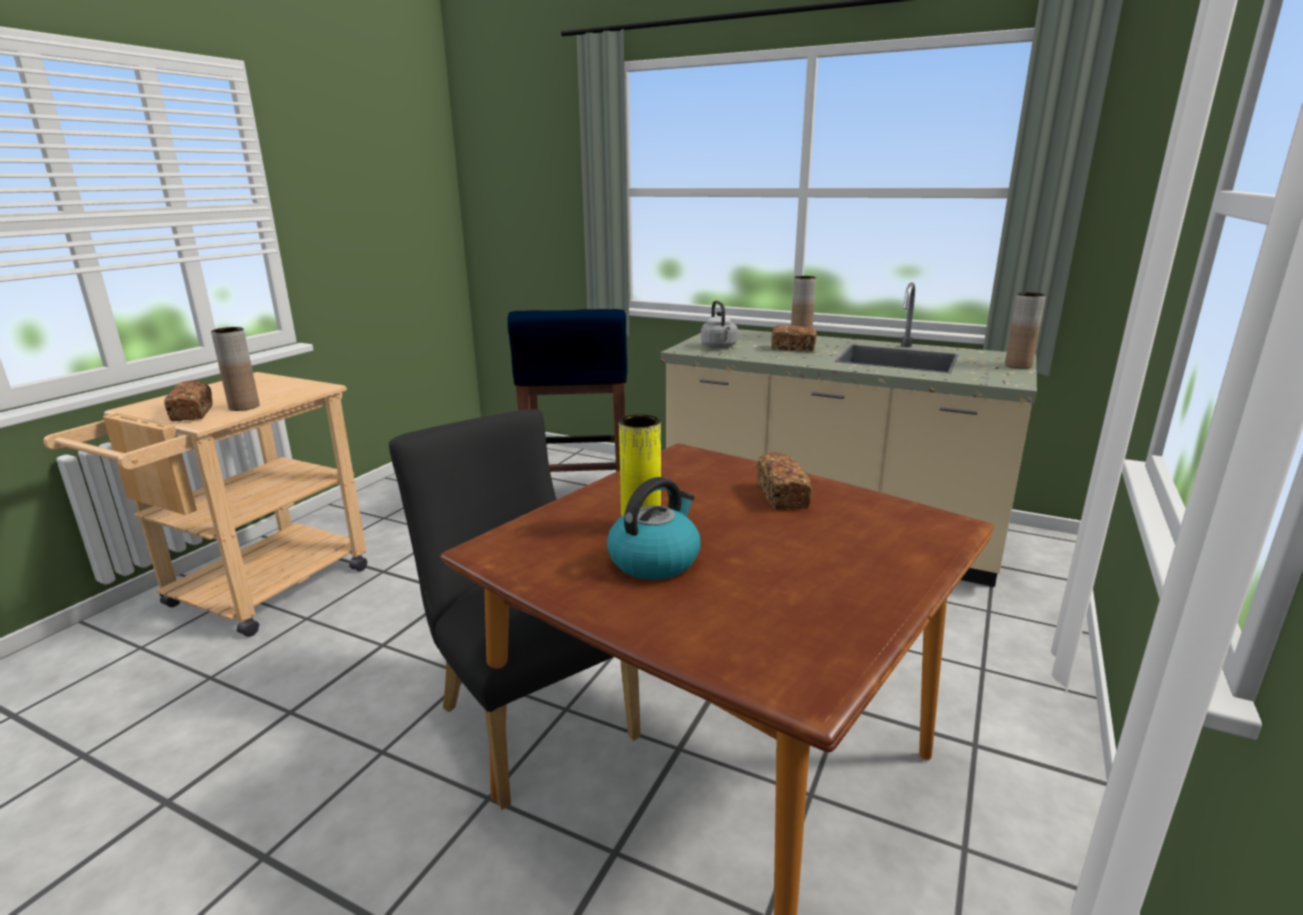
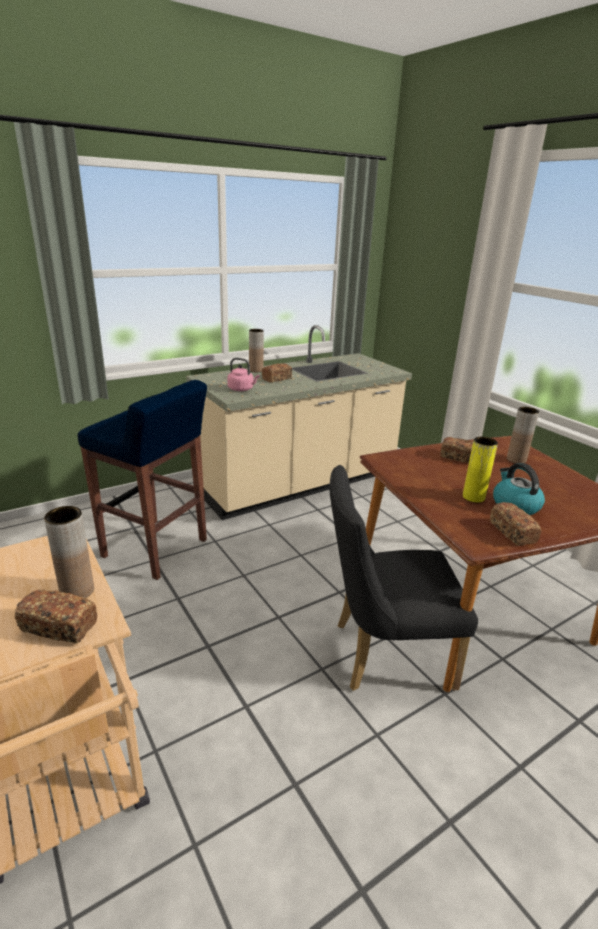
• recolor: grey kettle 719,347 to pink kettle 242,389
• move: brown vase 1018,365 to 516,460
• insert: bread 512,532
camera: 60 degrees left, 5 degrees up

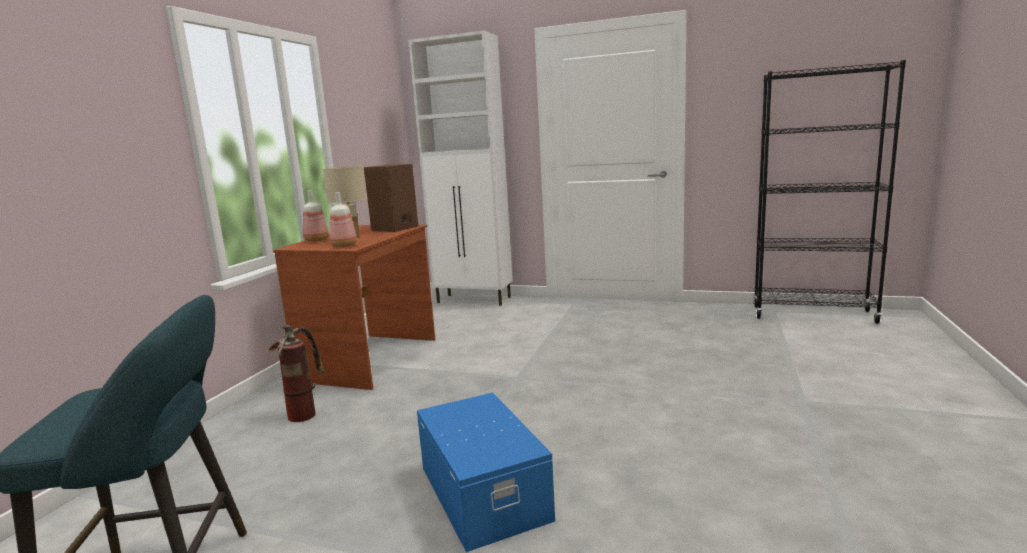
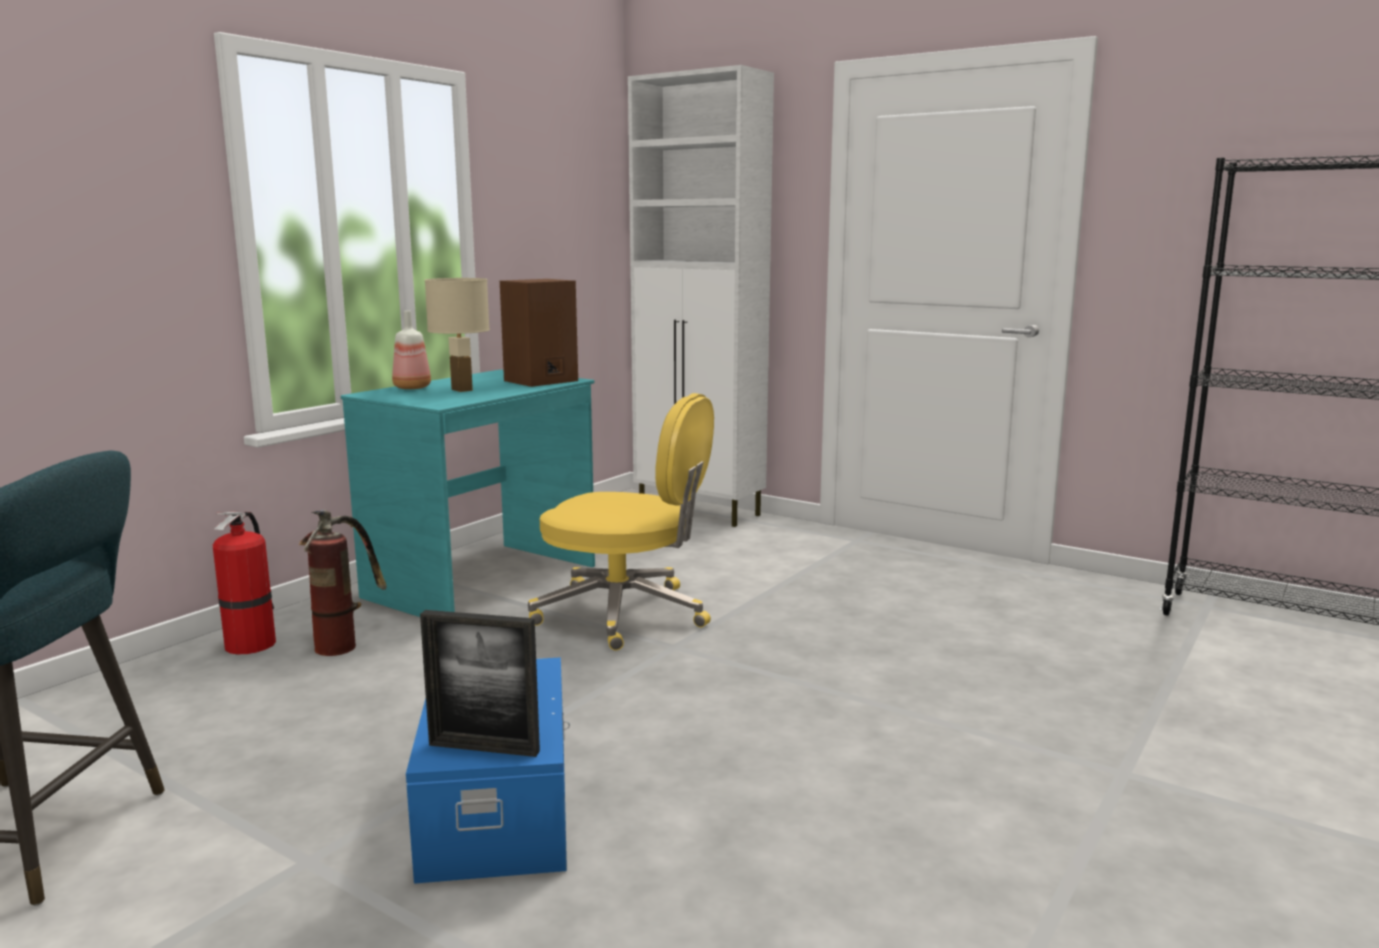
• recolor: brown desk 372,359 to turquoise desk 483,582
• delete: bottle 344,246
• insert: fire extinguisher 252,643
• insert: picture frame 484,748
• insert: yellow office chair 625,614
camera: 15 degrees right, 0 degrees up

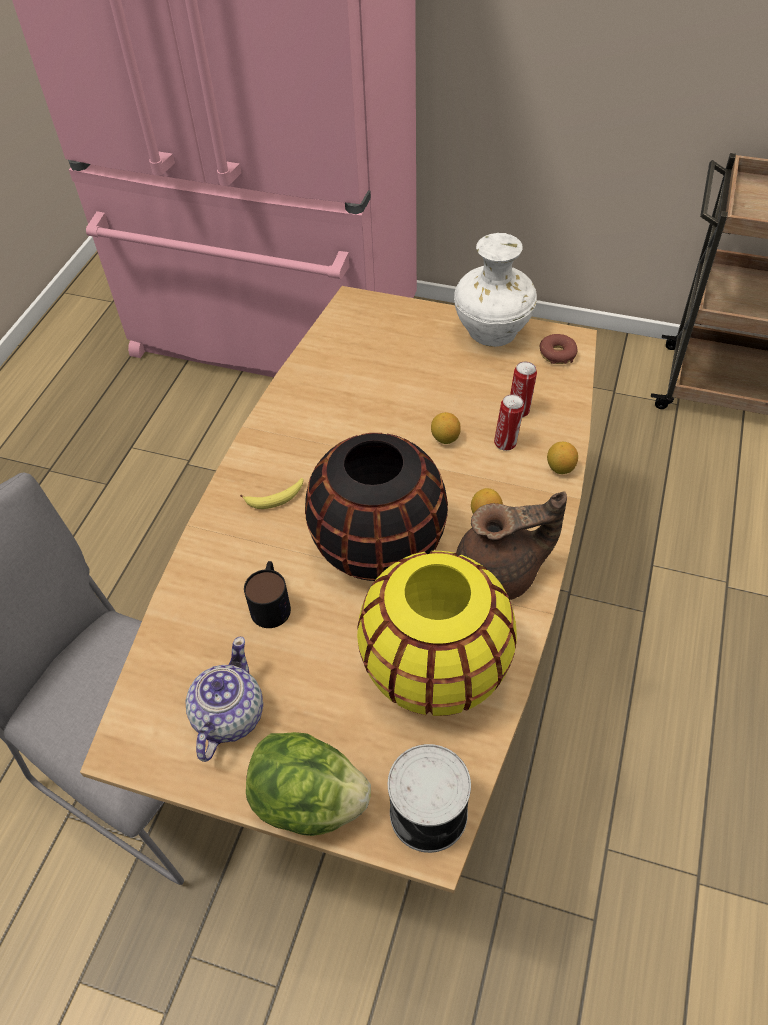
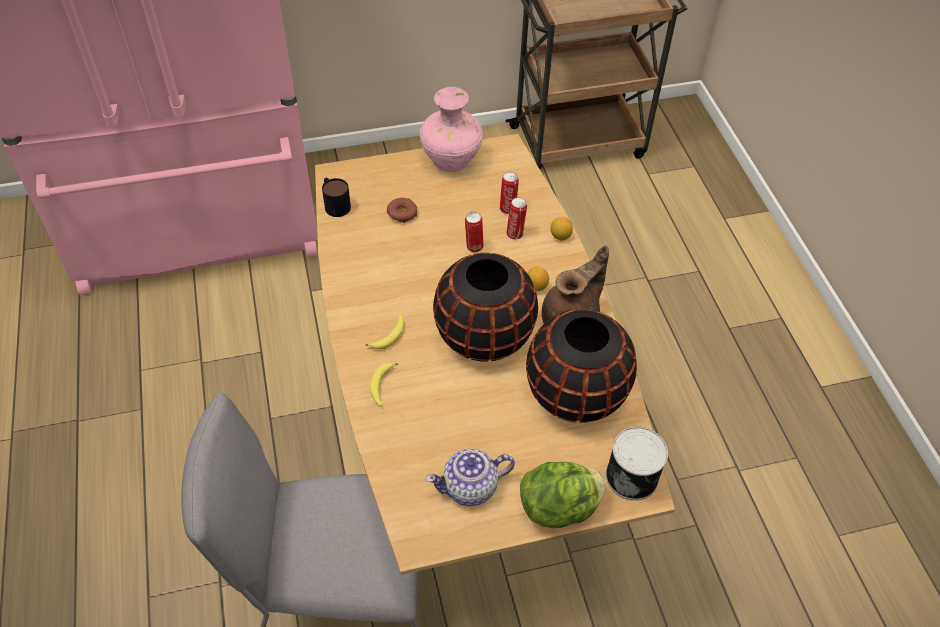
• rotate: teapot 228,716 = 471,487 90 degrees counterclockwise
• move: mug 271,602 to 335,203
• recolor: yellow vase 435,669 to black vase 575,394
• replace: lemon 445,438 to can 473,247
• recolor: white vase 492,334 to pink vase 451,162
• move: donut 557,354 to 402,214
• insert: banana 381,385
camera: 35 degrees left, 0 degrees up

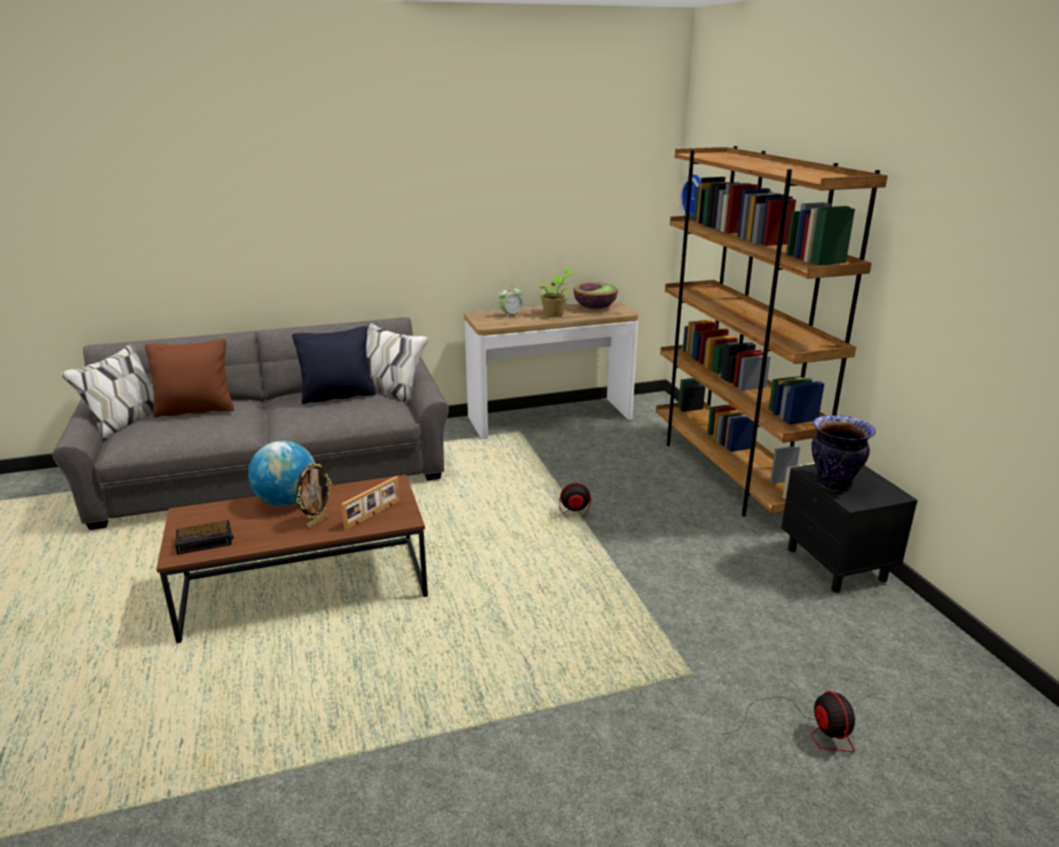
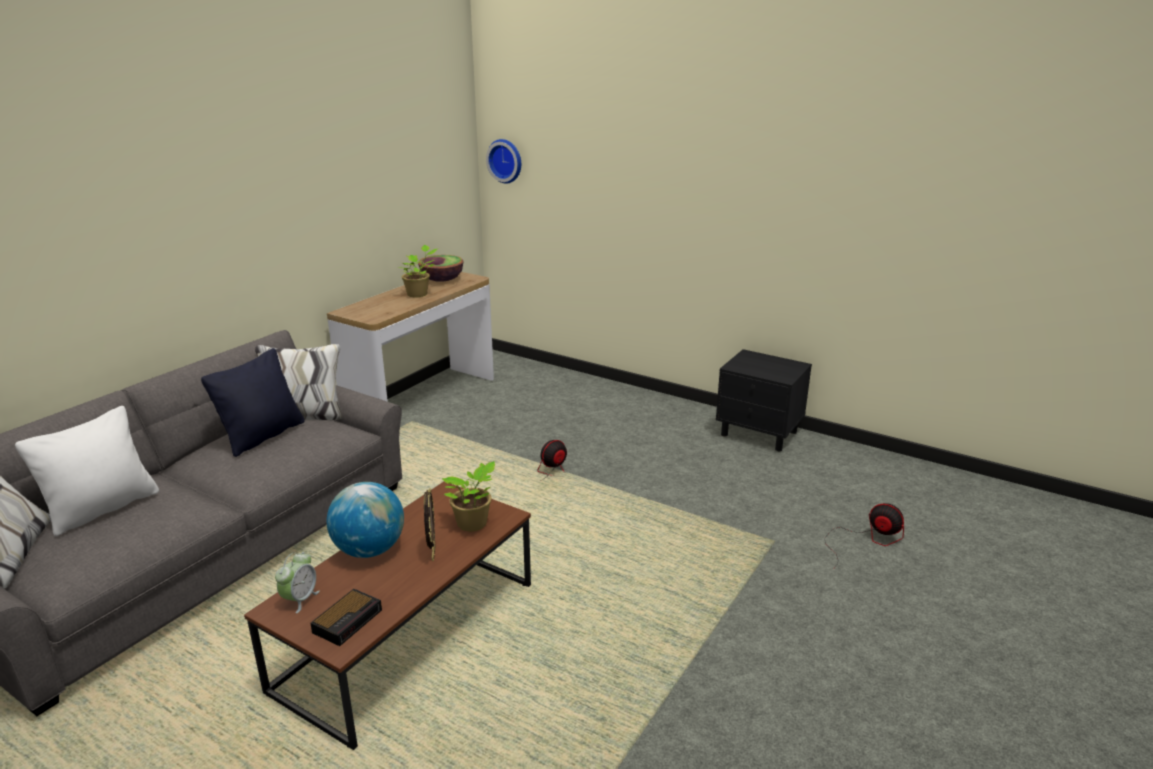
• recolor: brown pillow 195,410 to white pillow 103,509
• replace: picture frame 373,515 to potted plant 473,524
• move: alarm clock 510,315 to 300,599
• delete: brown bookcase 730,473
• delete: vase 834,484
camera: 40 degrees left, 0 degrees up

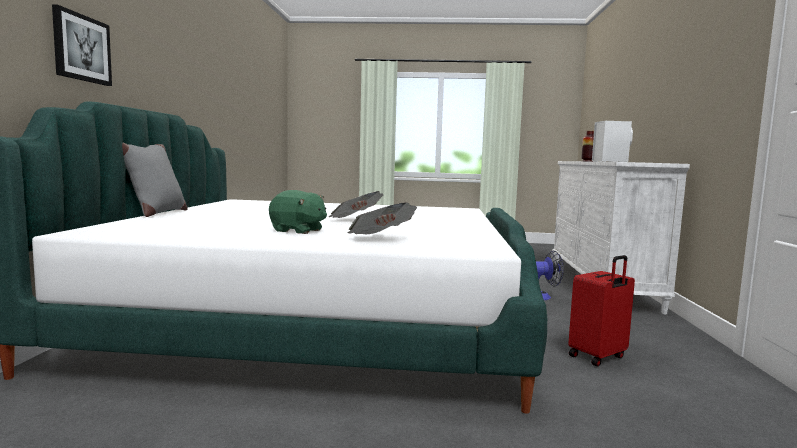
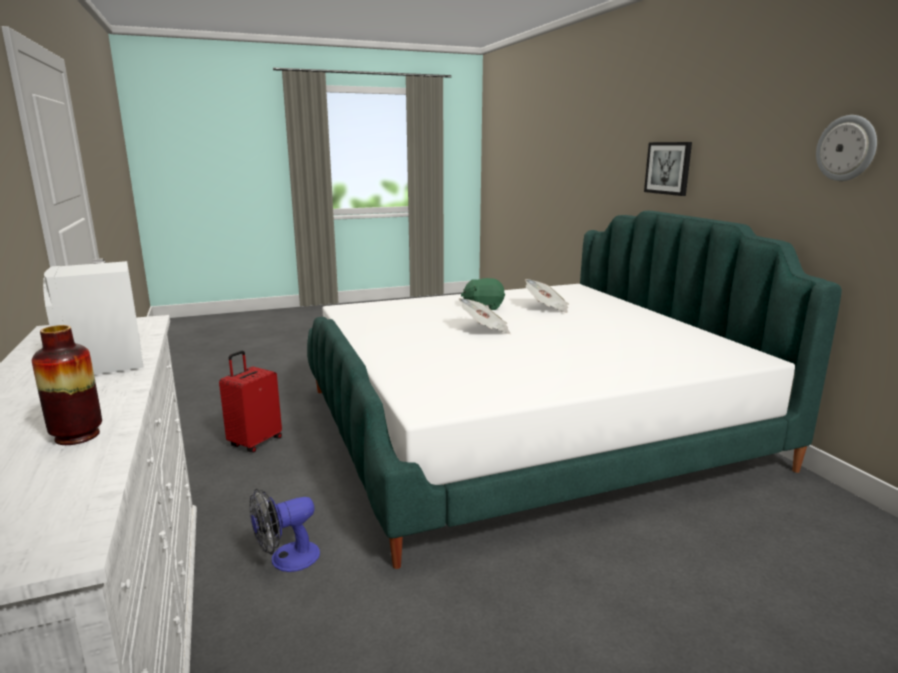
• delete: grey pillow 156,213
• move: newspaper 381,239 to 547,308
• insert: wall clock 846,148
camera: 155 degrees right, 10 degrees up

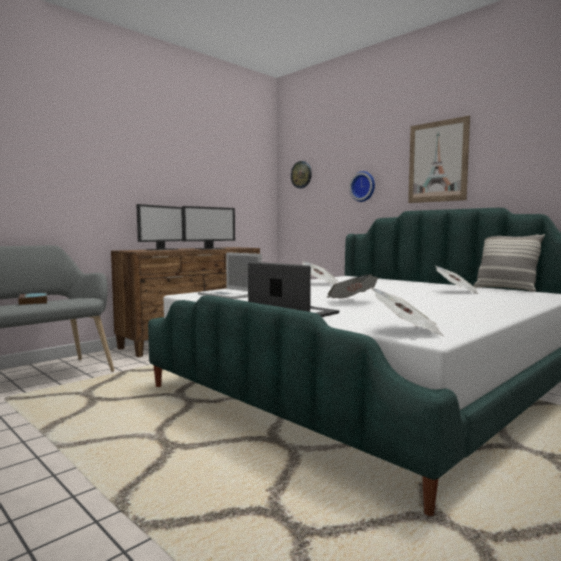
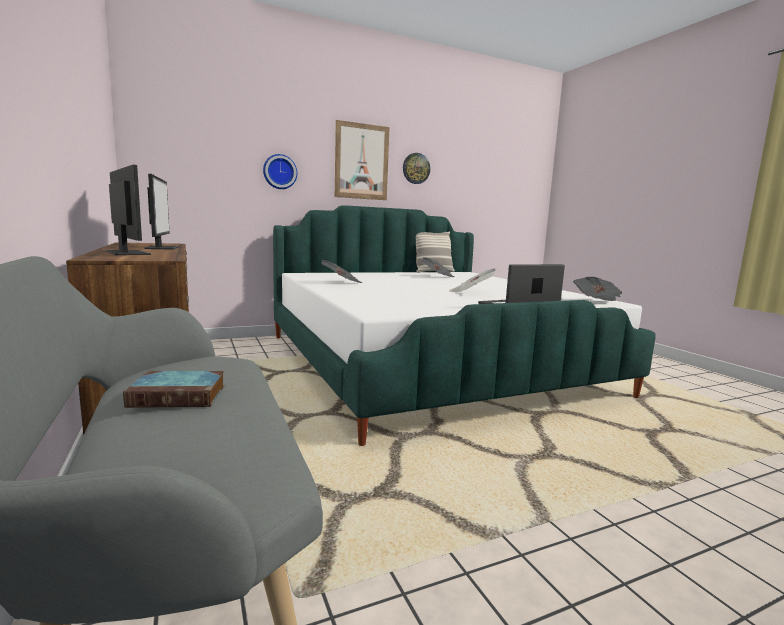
• delete: laptop 231,294
• move: wall clock 301,174 to 416,168
camera: 70 degrees left, 5 degrees up

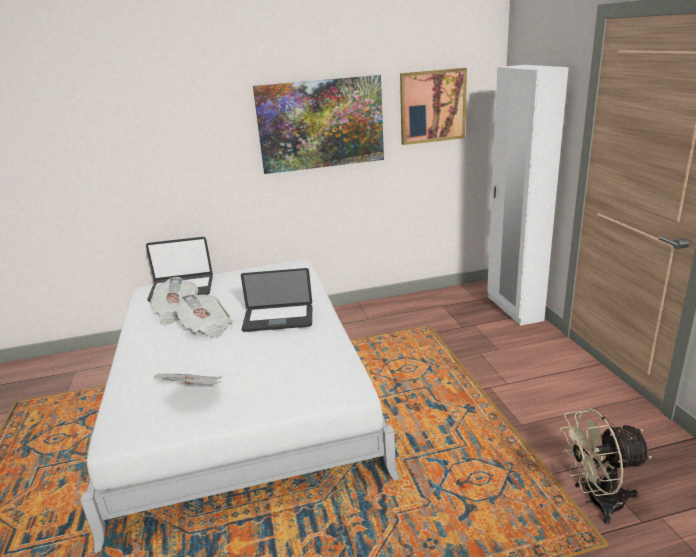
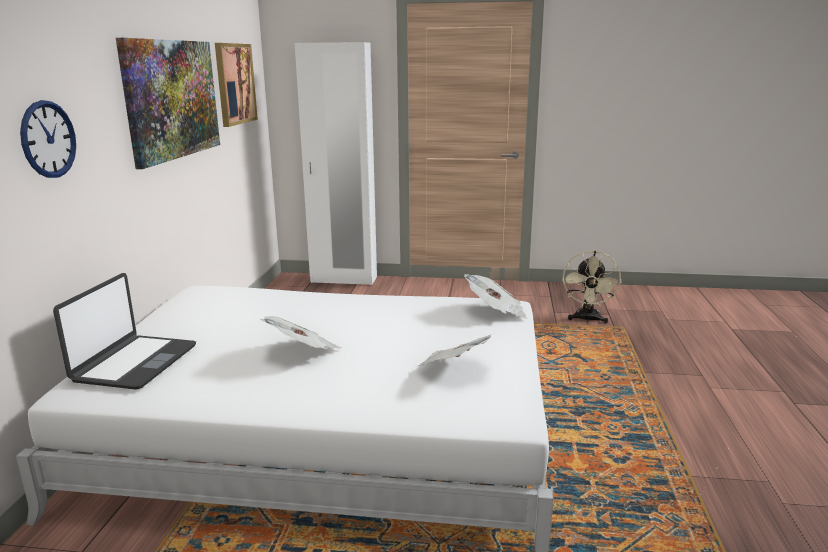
• move: newspaper 176,312 to 496,312
• delete: laptop 278,319
• insert: wall clock 48,139
camera: 70 degrees left, 5 degrees down

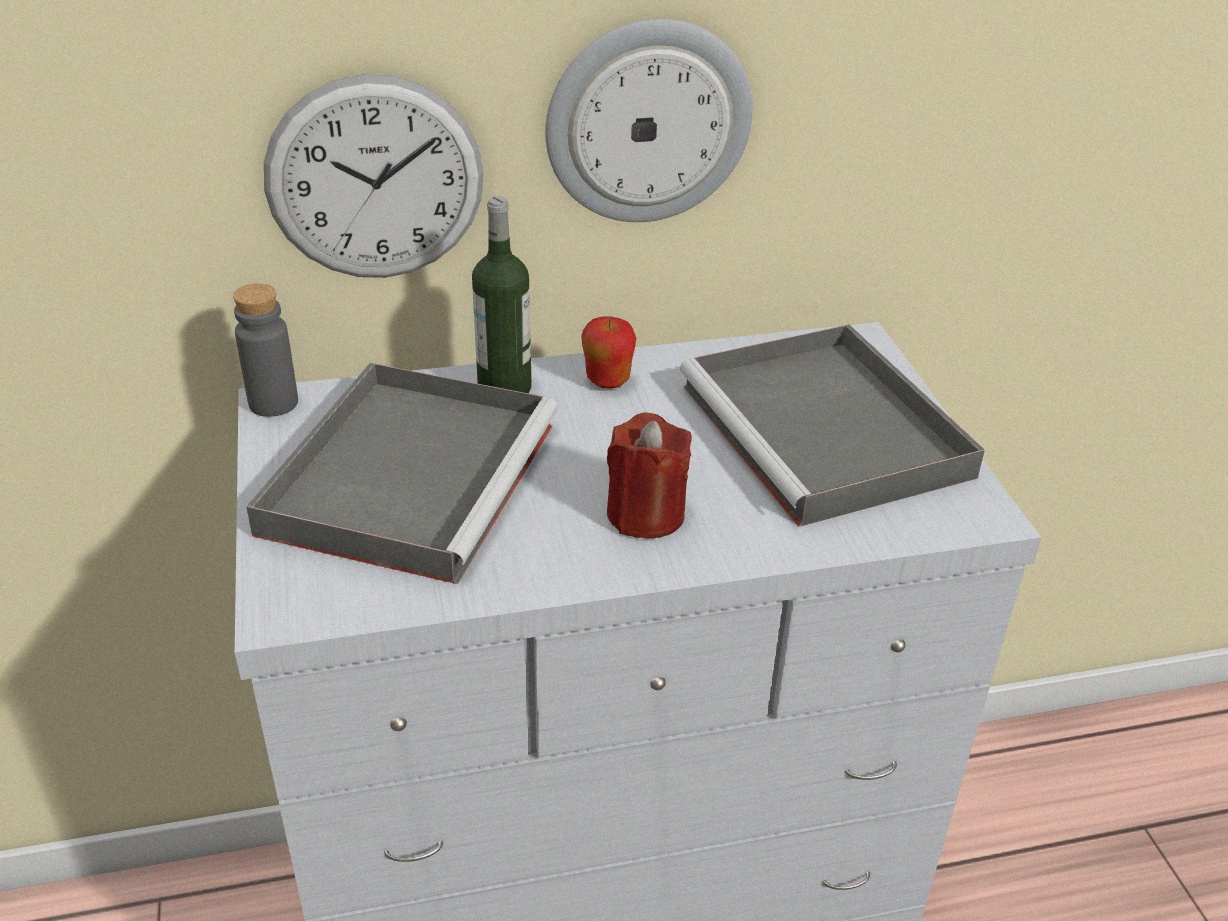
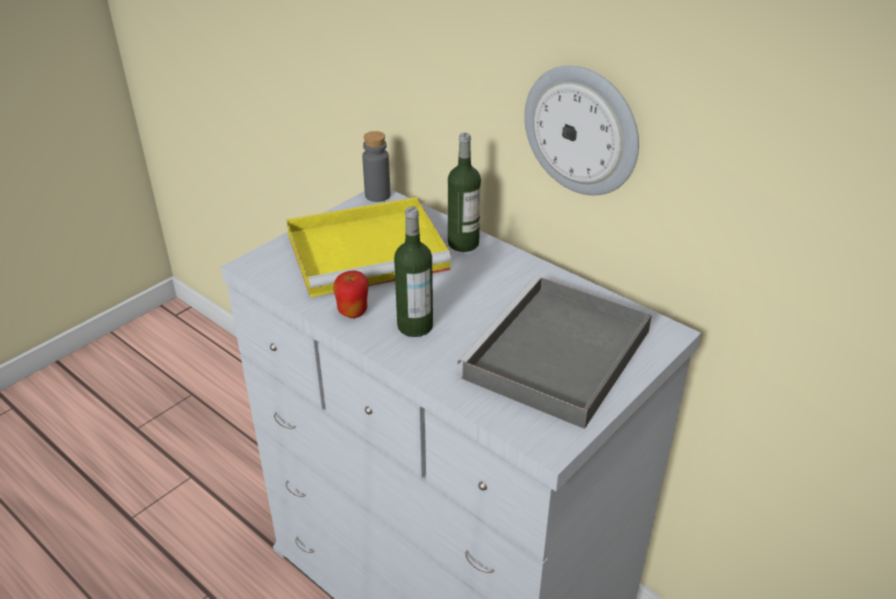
• recolor: grey tray 412,474 to yellow tray 370,251
• delete: wall clock 375,180
• move: apple 608,381 to 353,312
• replace: red candle 646,514 to bottle 415,326
camera: 55 degrees right, 0 degrees up

